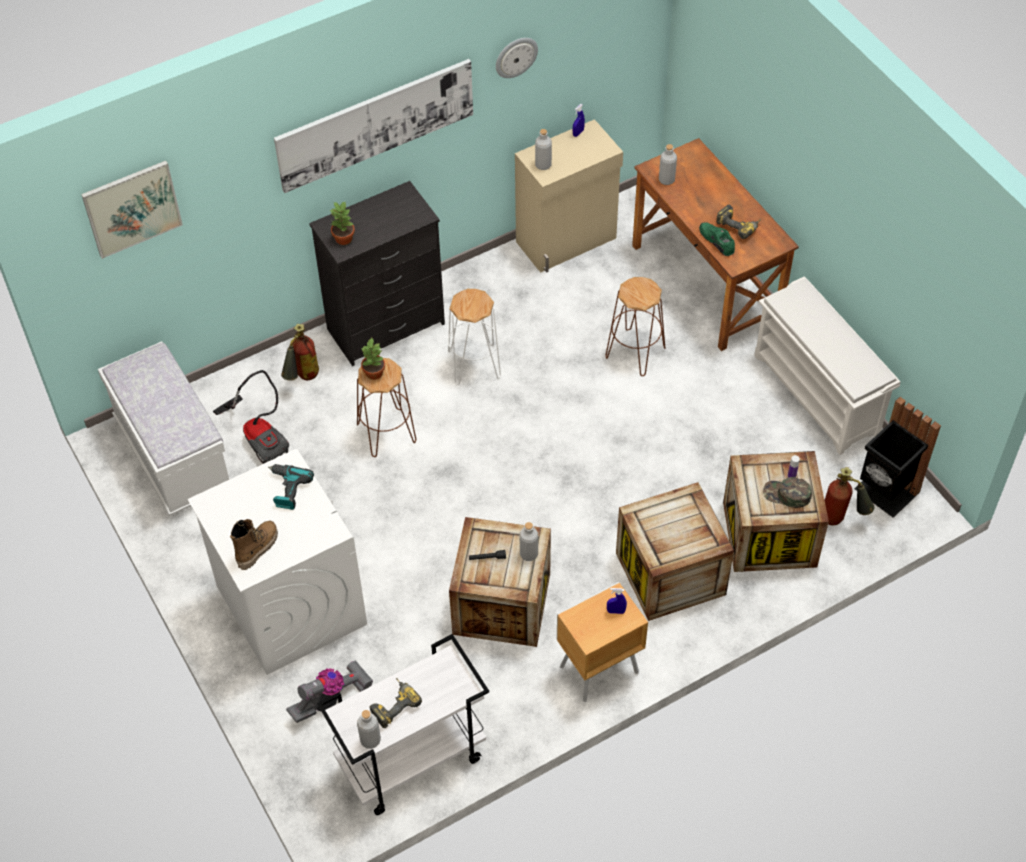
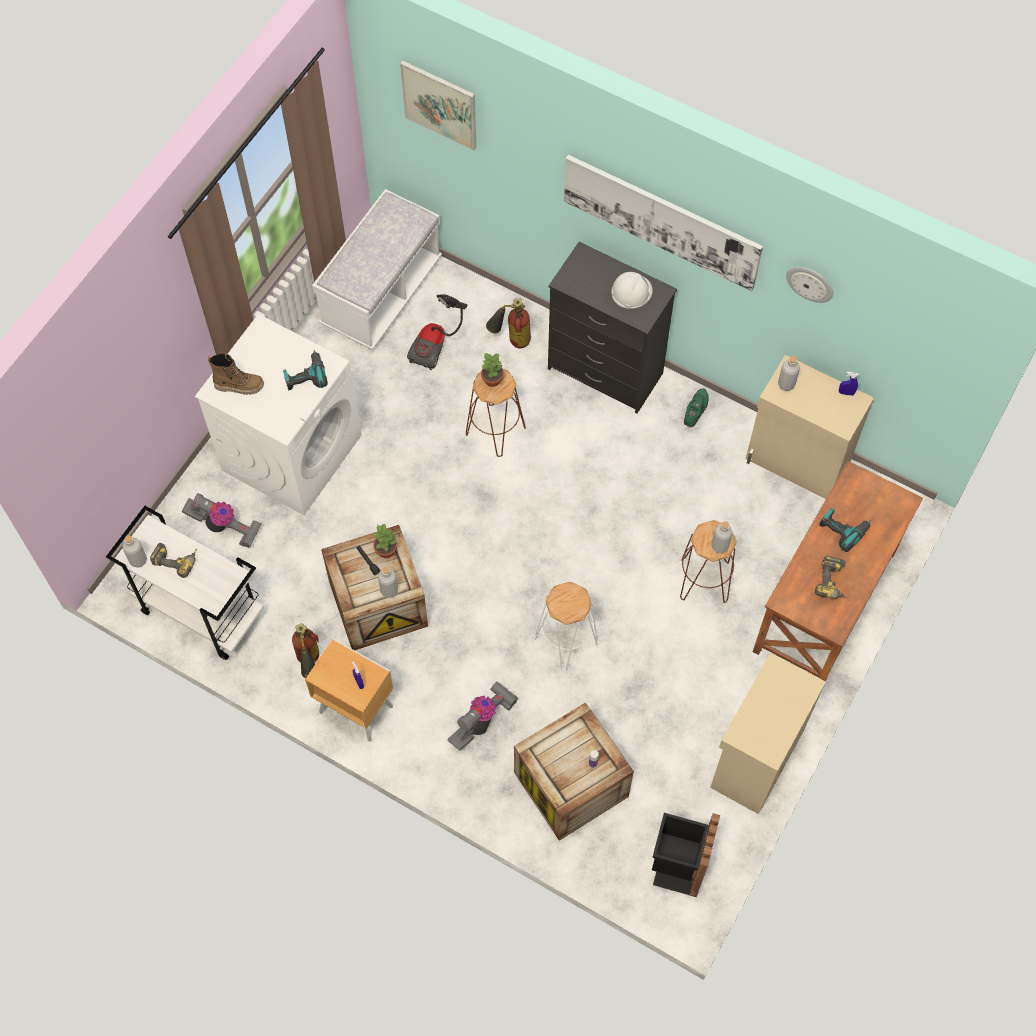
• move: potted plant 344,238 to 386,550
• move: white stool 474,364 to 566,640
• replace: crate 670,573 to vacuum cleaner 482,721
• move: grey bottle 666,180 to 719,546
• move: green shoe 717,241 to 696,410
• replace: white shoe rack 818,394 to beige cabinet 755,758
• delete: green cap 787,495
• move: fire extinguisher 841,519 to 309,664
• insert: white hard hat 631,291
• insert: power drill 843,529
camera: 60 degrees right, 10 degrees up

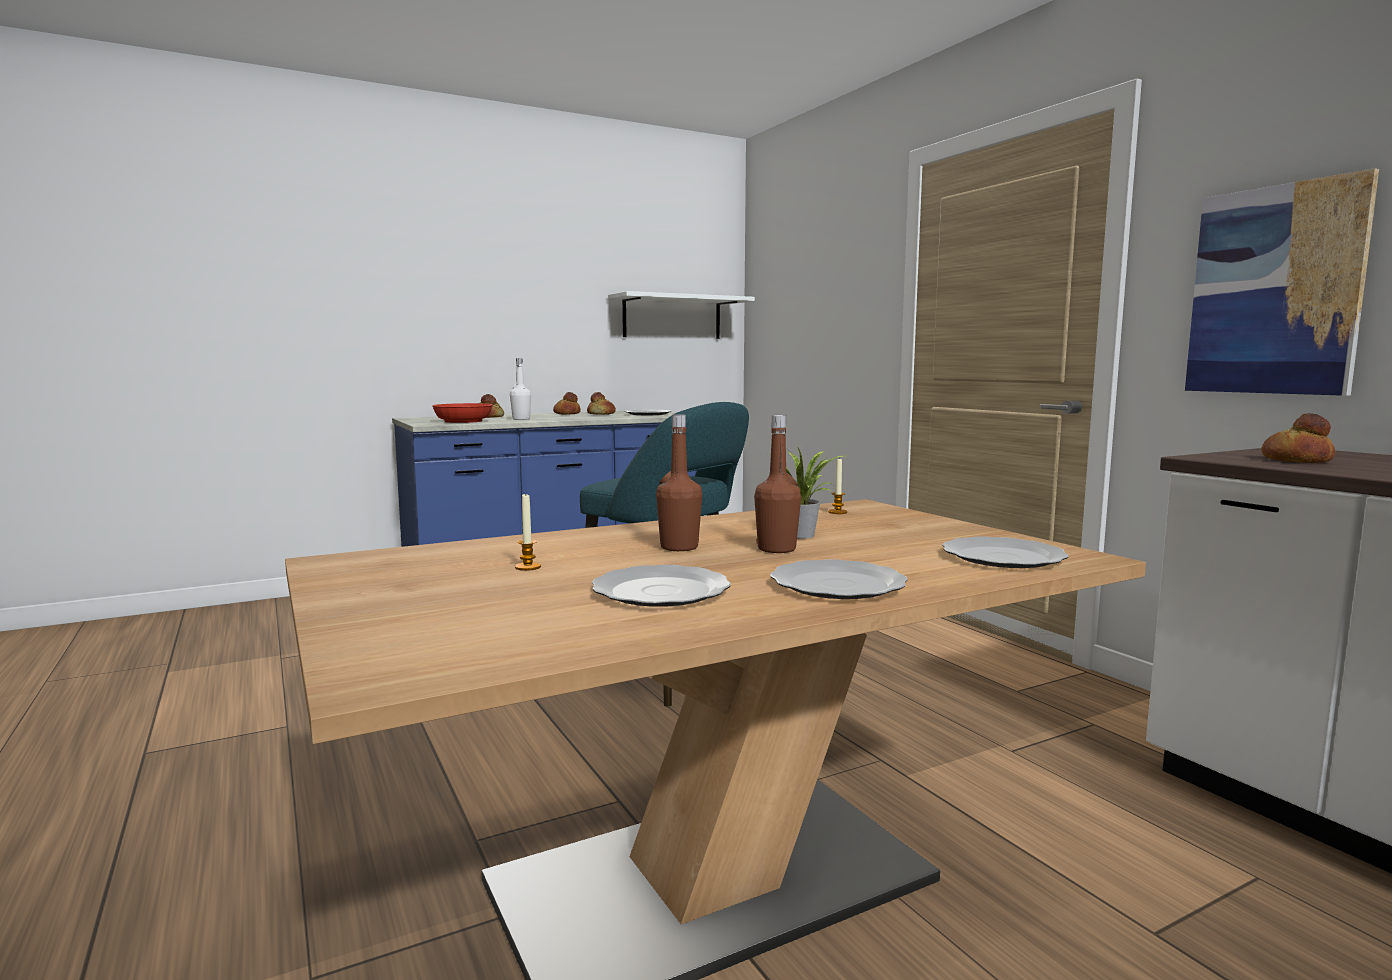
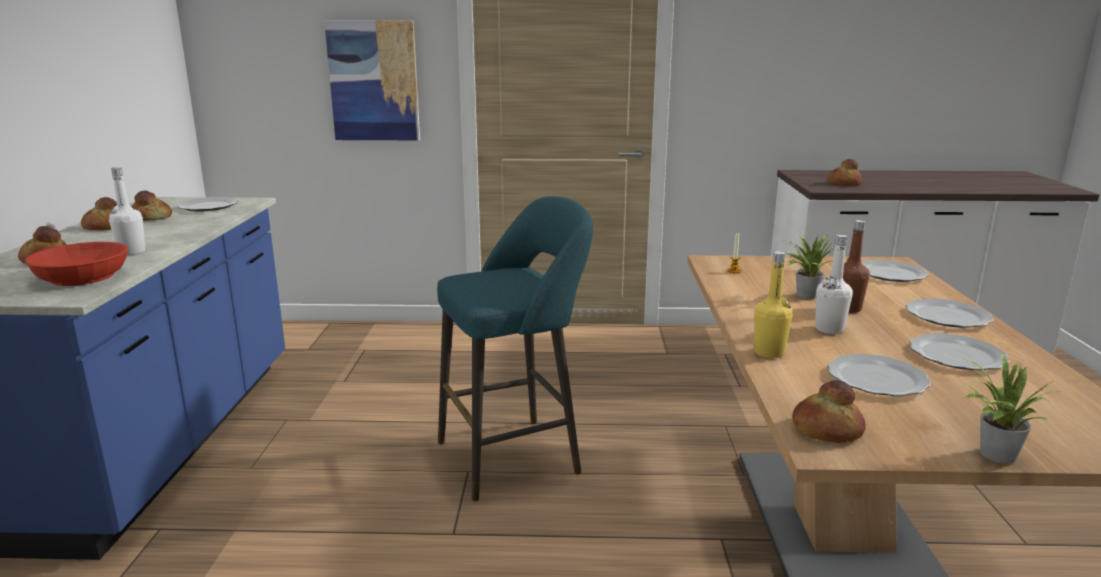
• replace: candle 528,567 to plate 876,379
• delete: white shelf 672,317
• recolor: brown bottle 679,547 to white bottle 829,329
• move: picture 1274,291 to 374,81
• insert: yellow bottle 769,352
• insert: bread 826,430
• insert: potted plant 993,454
camera: 60 degrees left, 10 degrees up

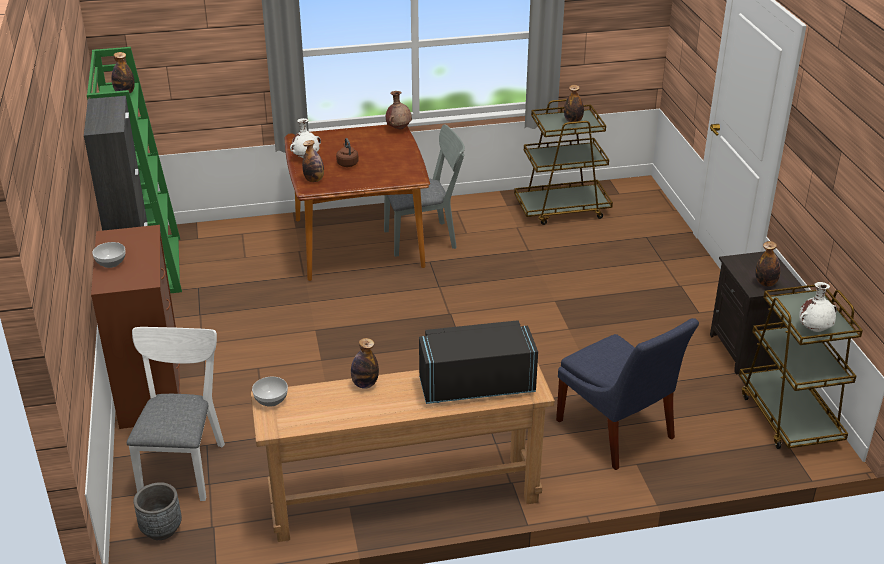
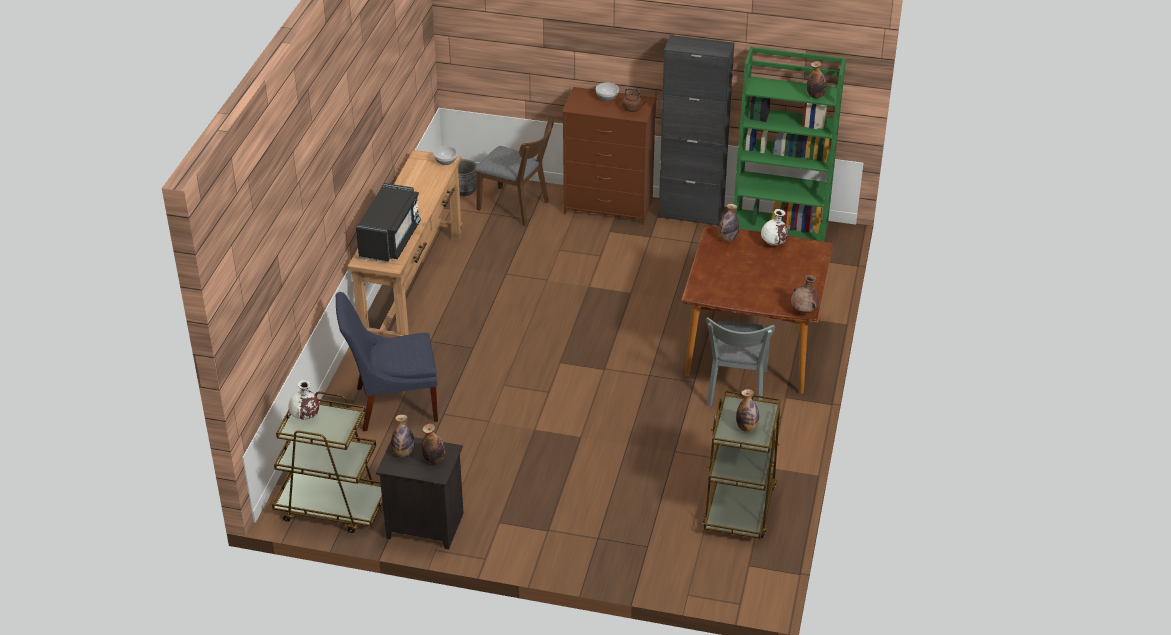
• recolor: white chair 184,464 to brown chair 517,207
• move: brown kettle 347,163 to 633,108
• move: bottle 365,384 to 434,459
camera: 115 degrees right, 5 degrees up

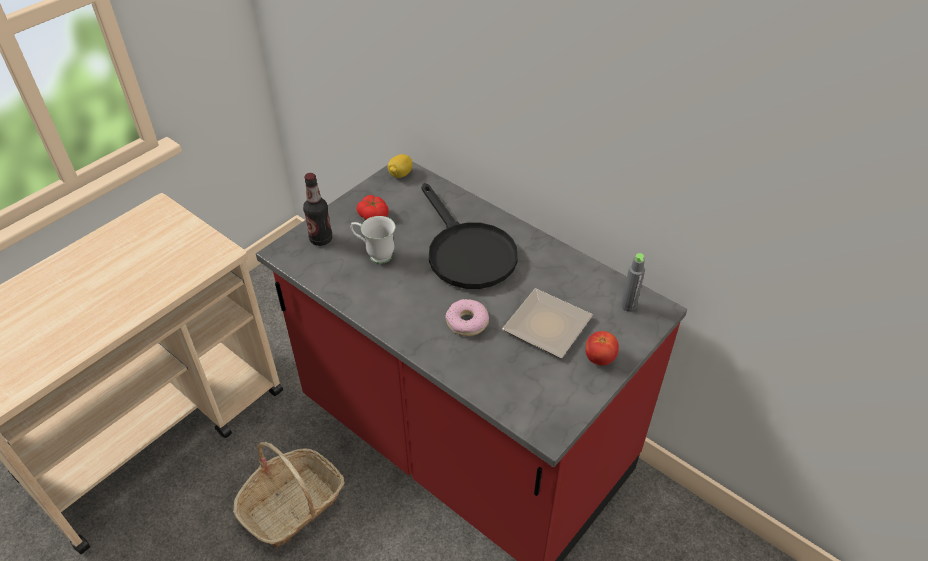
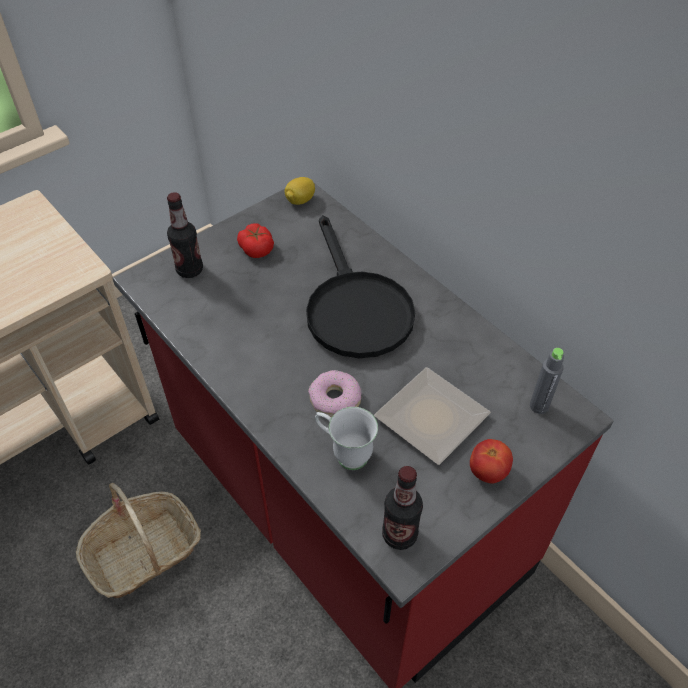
• move: white mug 375,255 to 344,453
• insert: bottle 399,535
camera: 10 degrees right, 5 degrees up

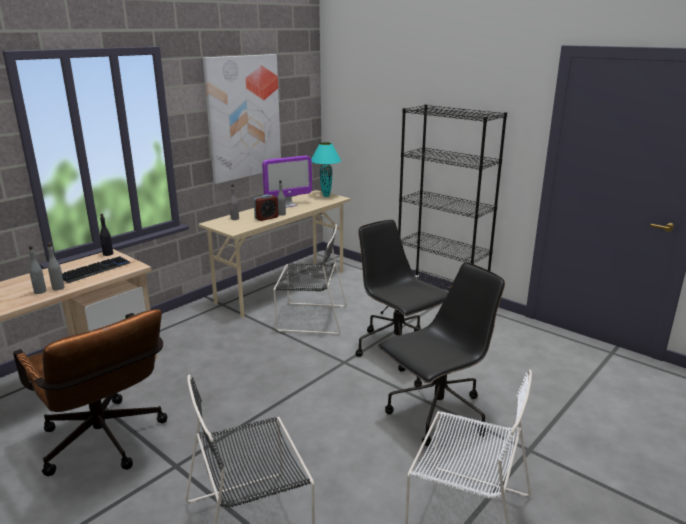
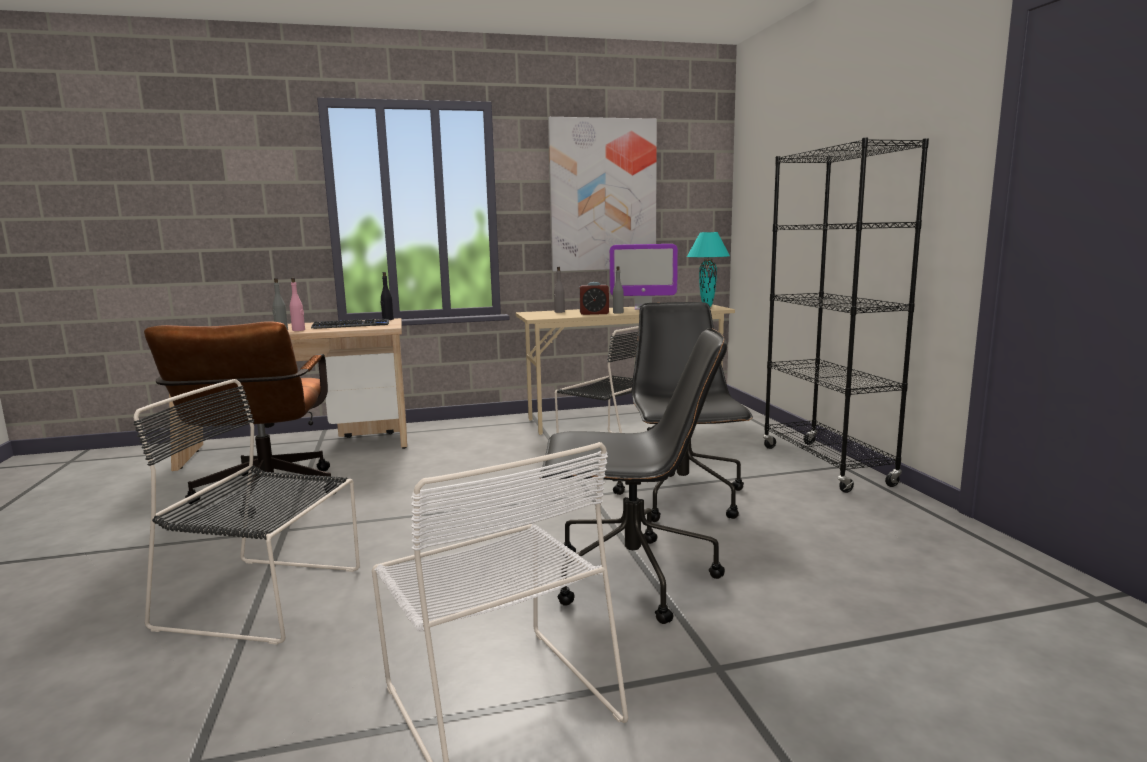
• recolor: grey bottle 58,288 to pink bottle 298,330
camera: 35 degrees right, 10 degrees down

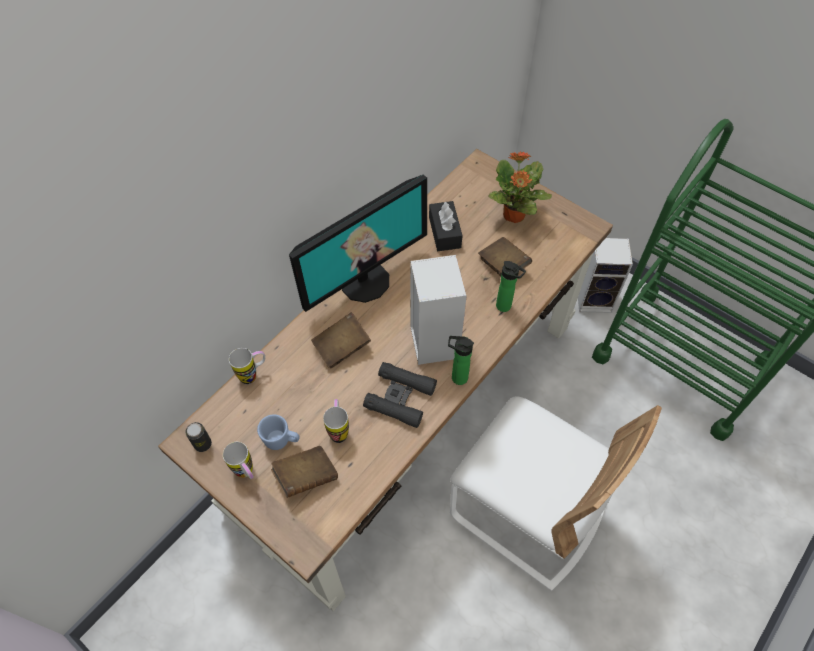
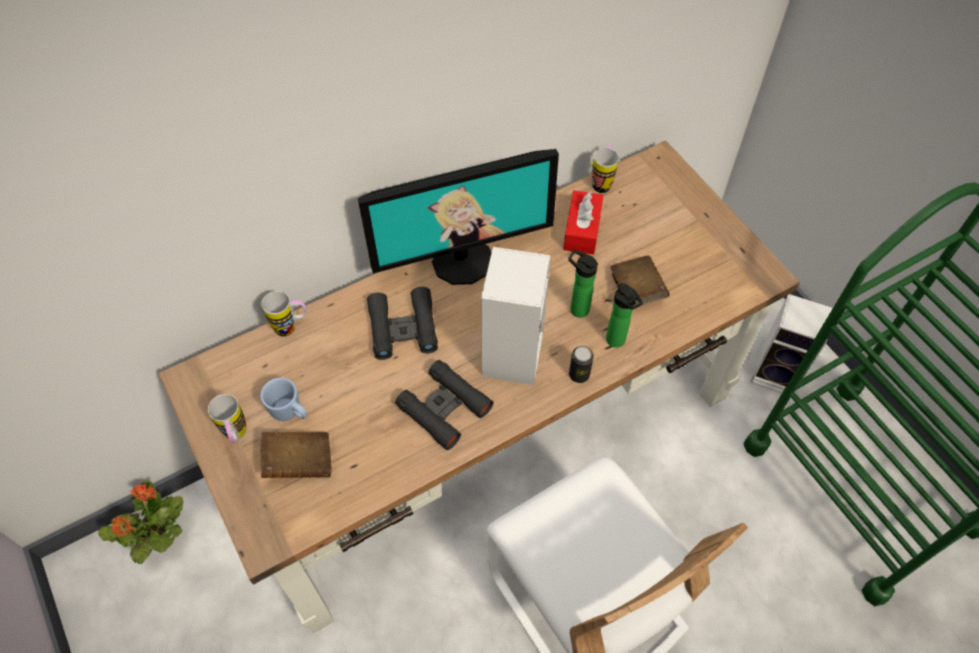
• move: can 203,444 to 579,374
• replace: brown book 342,347 to black binoculars 403,328
• move: mug 339,429 to 603,182
• recolor: black tissue box 444,232 to red tissue box 582,230
• move: bottle 457,377 to 576,308
• move: potted plant 513,216 to 160,539
camera: 20 degrees right, 0 degrees up

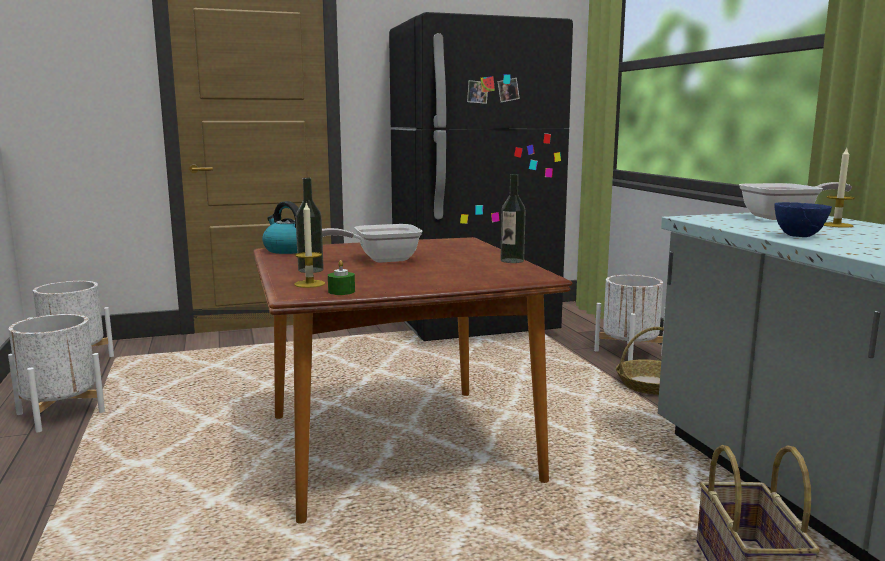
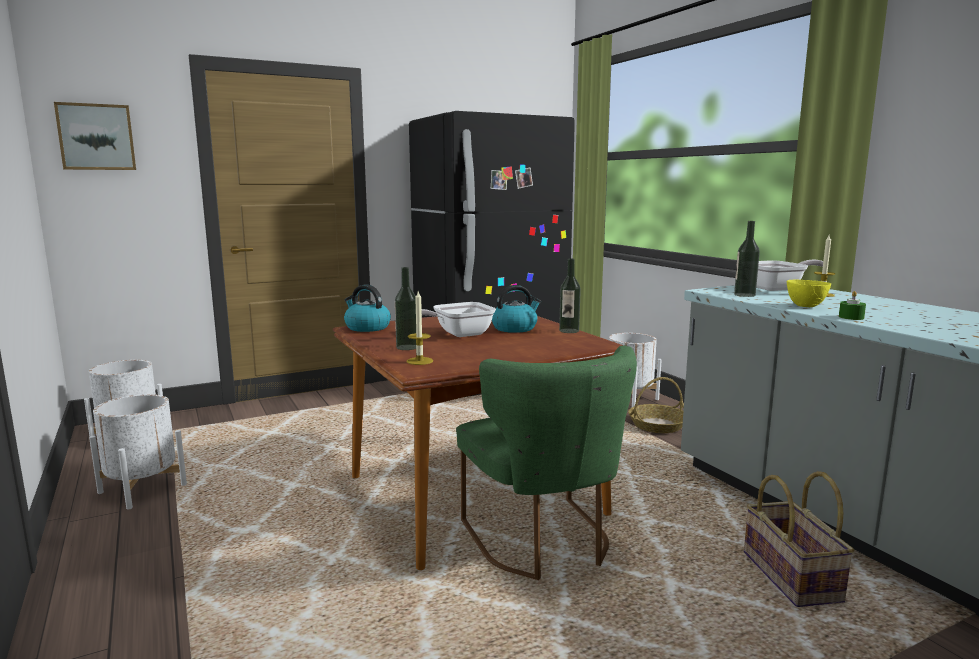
• move: green candle 341,291 to 851,317
• recolor: blue bowl 797,236 to yellow bowl 805,306
• insert: picture 96,137
• insert: green chair 544,543
• insert: kettle 515,328
• insert: bottle 744,295
camera: 10 degrees left, 0 degrees up

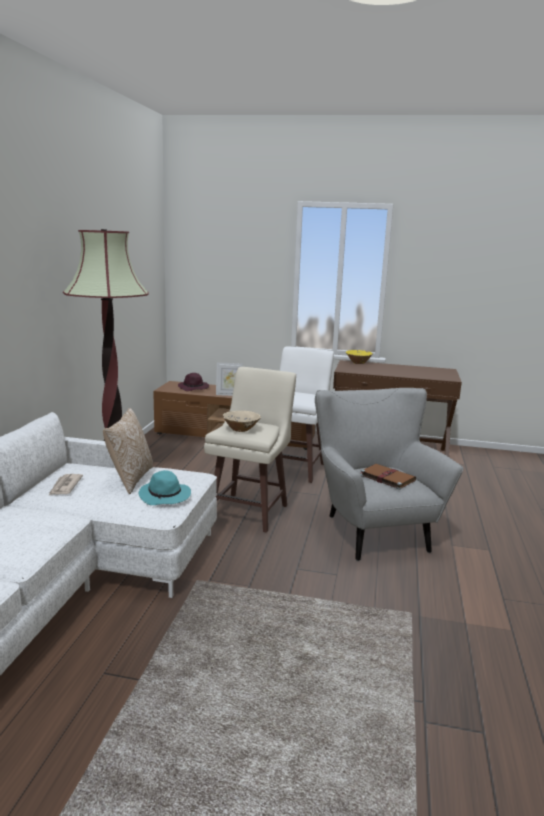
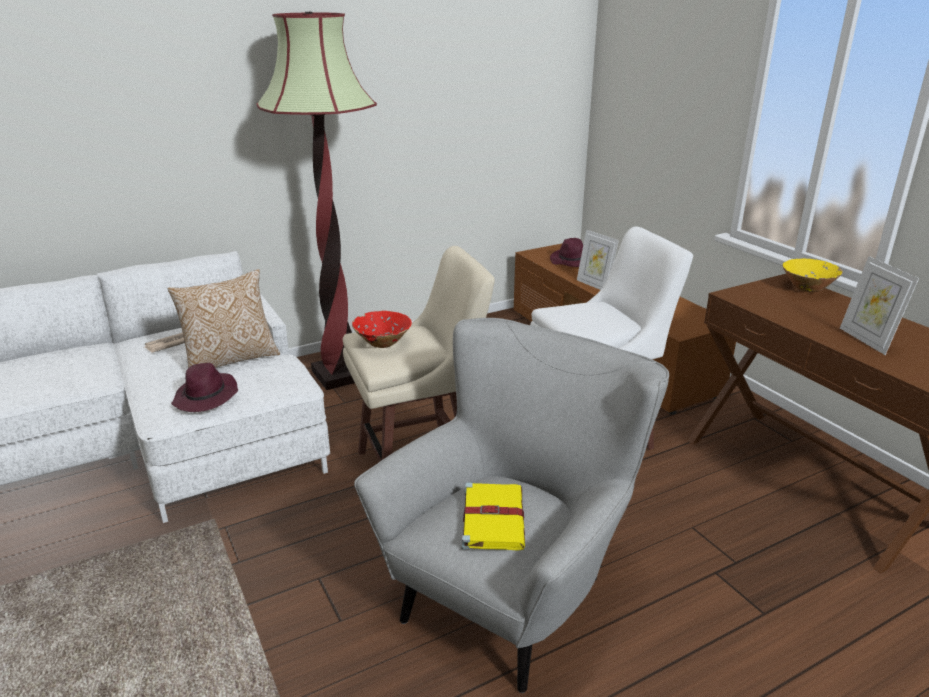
• recolor: turquoise hat 165,496 to purple hat 206,397
• recolor: beige bowl 241,429 to red bowl 382,343
• recolor: brown book 386,478 to yellow book 493,518
• insert: picture frame 867,340
camera: 50 degrees right, 10 degrees up

